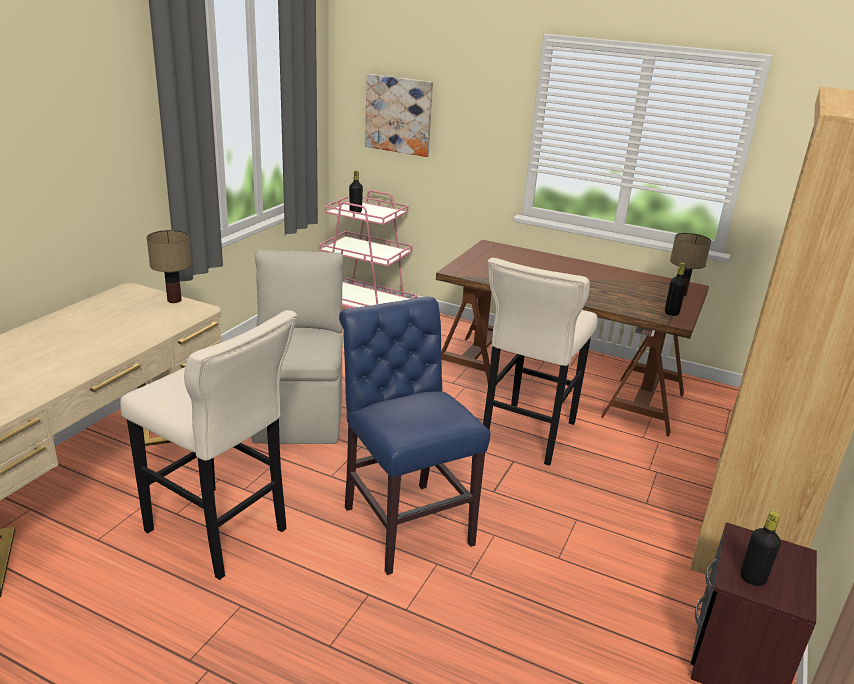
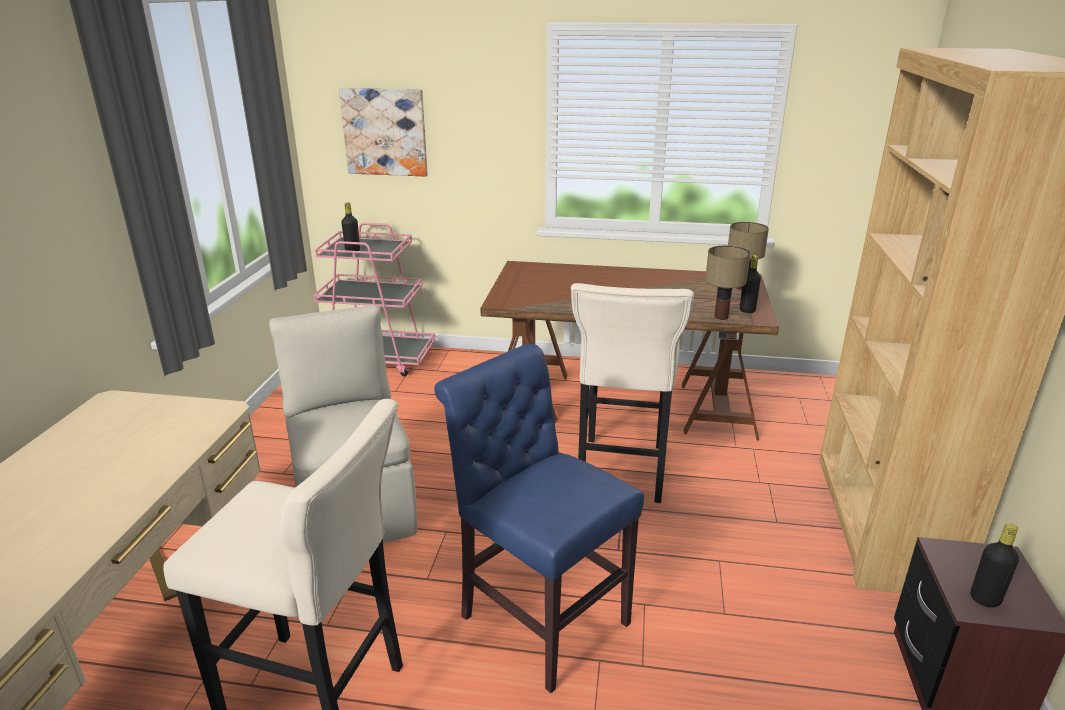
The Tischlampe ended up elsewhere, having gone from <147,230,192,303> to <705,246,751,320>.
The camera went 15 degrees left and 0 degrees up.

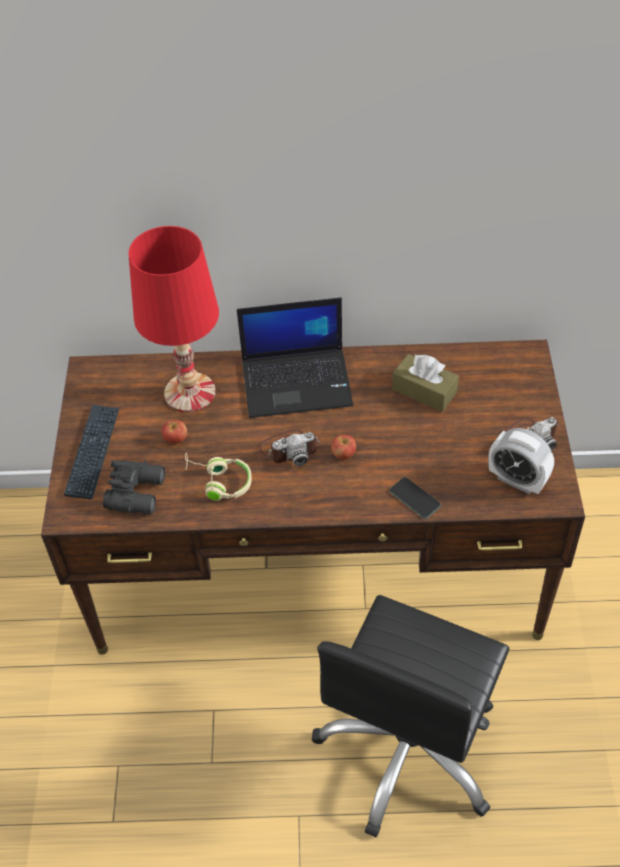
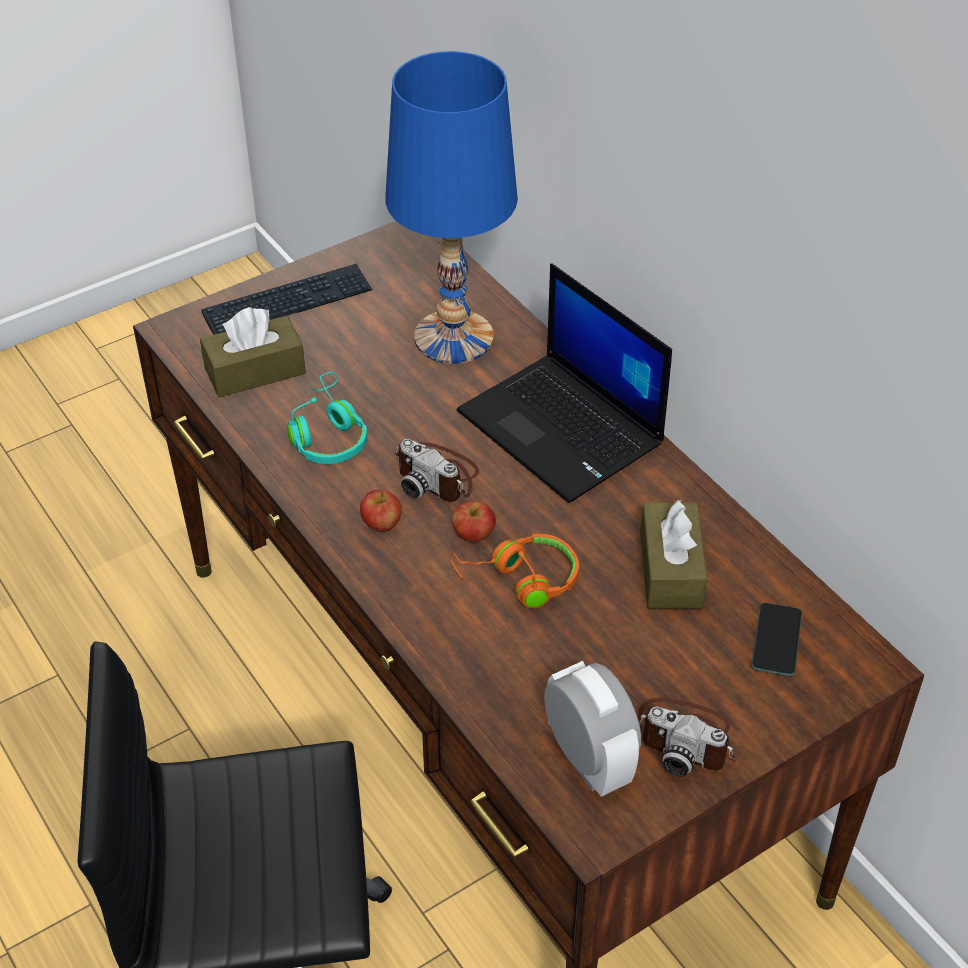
Where the Fernglas/schwarz stood at <103,460,165,515>, the Taschentuchbox/braun came to stand at <200,307,306,398>.
What was the Kopfhörer/beige at <185,453,252,501> turned into the Kopfhörer/türkis at <287,372,367,464>.
The Apfel ended up elsewhere, having gone from <161,420,187,443> to <360,490,402,532>.
What was the Tischlampe/rot at <129,226,219,412> turned into the Tischlampe/blau at <385,51,518,364>.
The second view gained the Kopfhörer/orange at <451,534,579,608>.
The Wecker at <488,428,554,494> ended up facing another way, 150 degrees clockwise from before.
The Handy ended up elsewhere, having gone from <389,477,441,519> to <751,603,802,677>.
The camera went 55 degrees right and 5 degrees down.

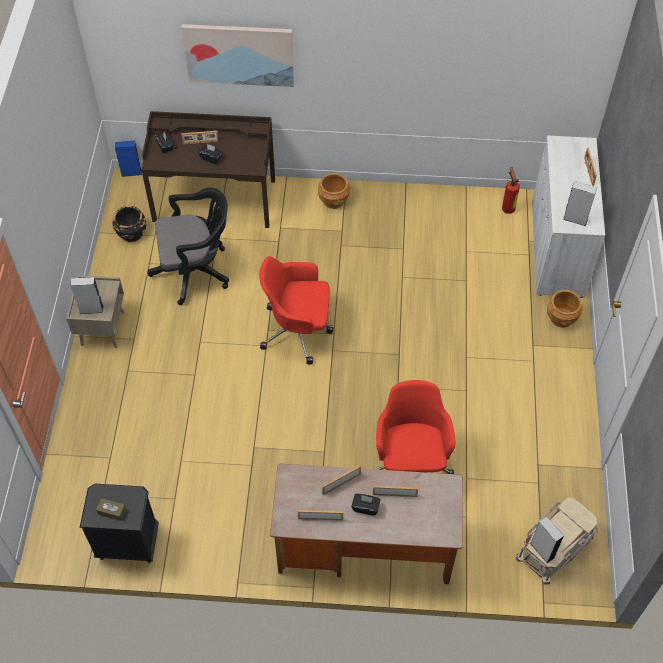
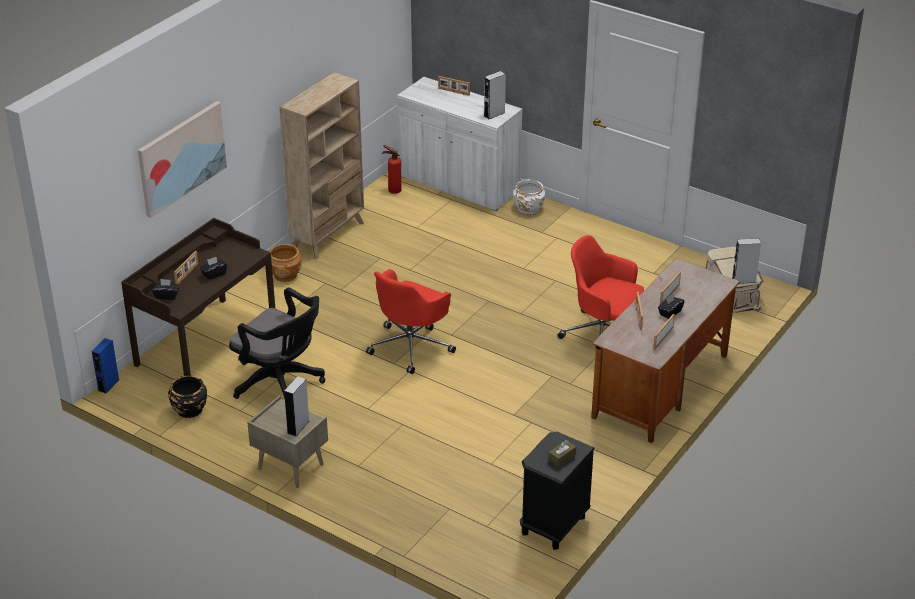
The Bürostuhl/schwarz at <148,187,229,305> ended up facing another way, 105 degrees clockwise from before.
The second view gained the Bücherregal/beige at <280,72,364,259>.
What was the Pflanzkübel/braun at <547,290,583,328> turned into the Pflanzkübel/weiß at <513,179,545,215>.
The camera went 60 degrees left and 20 degrees down.

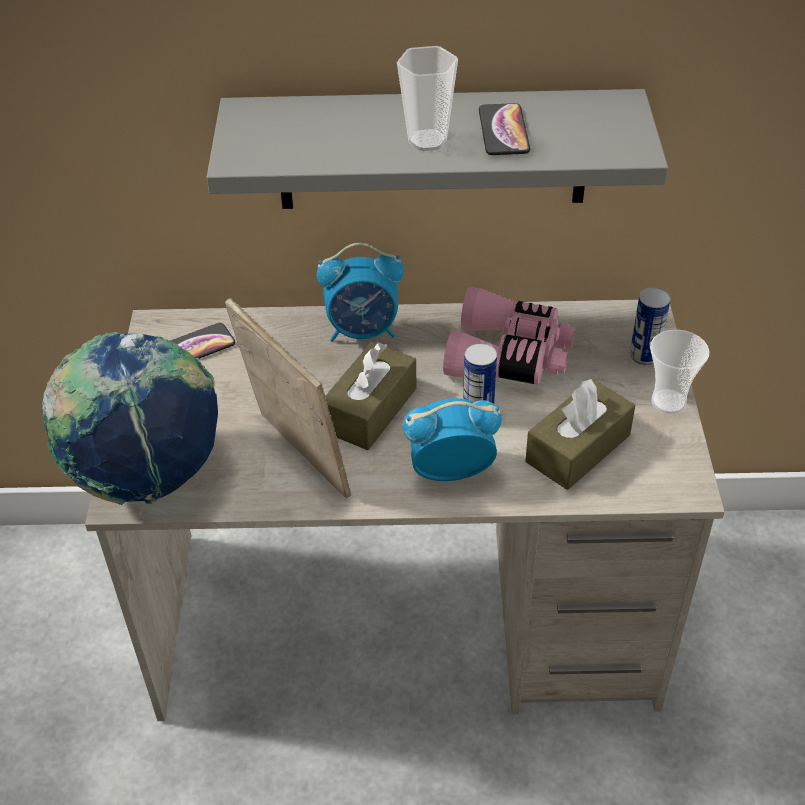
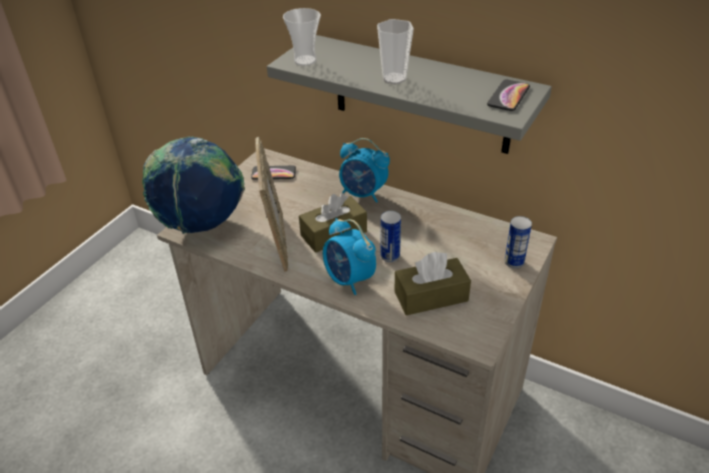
The Tasse ended up elsewhere, having gone from <650,330,709,414> to <283,8,321,66>.
The Wecker at <403,398,502,481> ended up facing another way, 150 degrees counterclockwise from before.
The Handy ended up elsewhere, having gone from <479,103,530,155> to <487,79,530,111>.
The second view lost the Fernglas/rosa at <443,287,575,385>.
The camera went 30 degrees right and 5 degrees down.

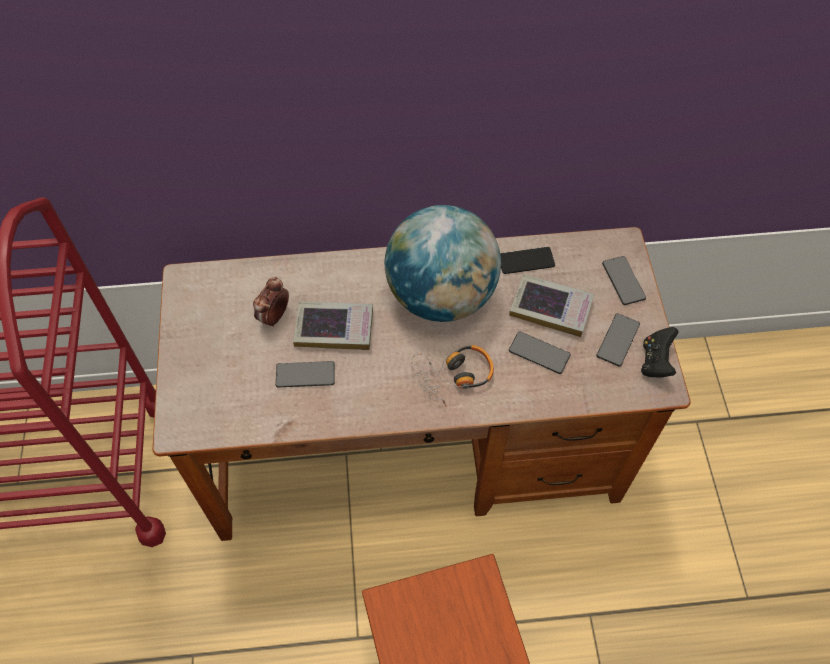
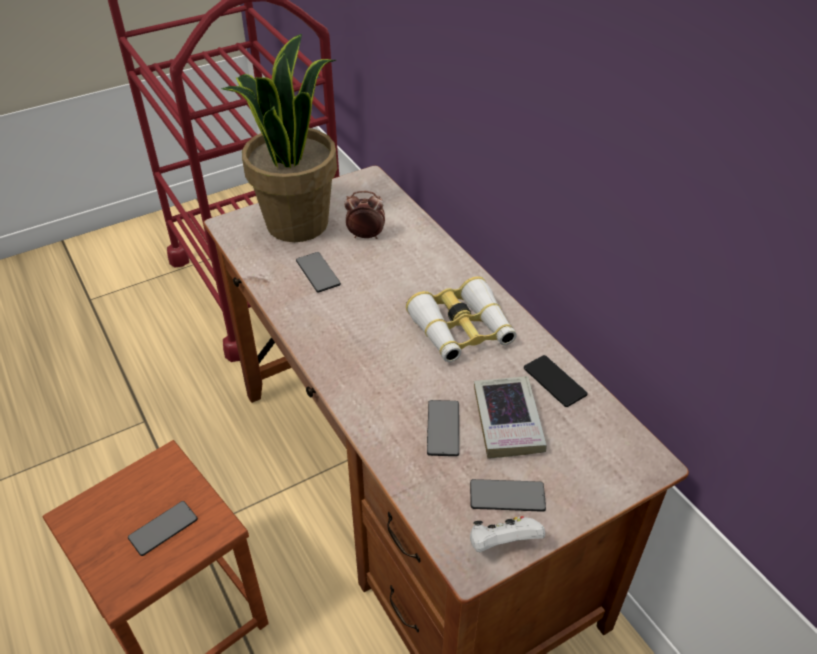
The Handy ended up elsewhere, having gone from <602,256,646,305> to <128,501,198,556>.
The second view gained the Topfpflanze at <221,34,337,242>.
Where the Globus stood at <384,205,501,322>, the Fernglas came to stand at <406,276,517,362>.
What was the Gamepad/schwarz at <641,327,678,378> turned into the Gamepad/weiß at <470,516,545,552>.
The second view lost the Buch at <293,301,373,350>.
The second view lost the Kopfhörer at <411,345,494,407>.
The camera went 65 degrees right and 15 degrees down.

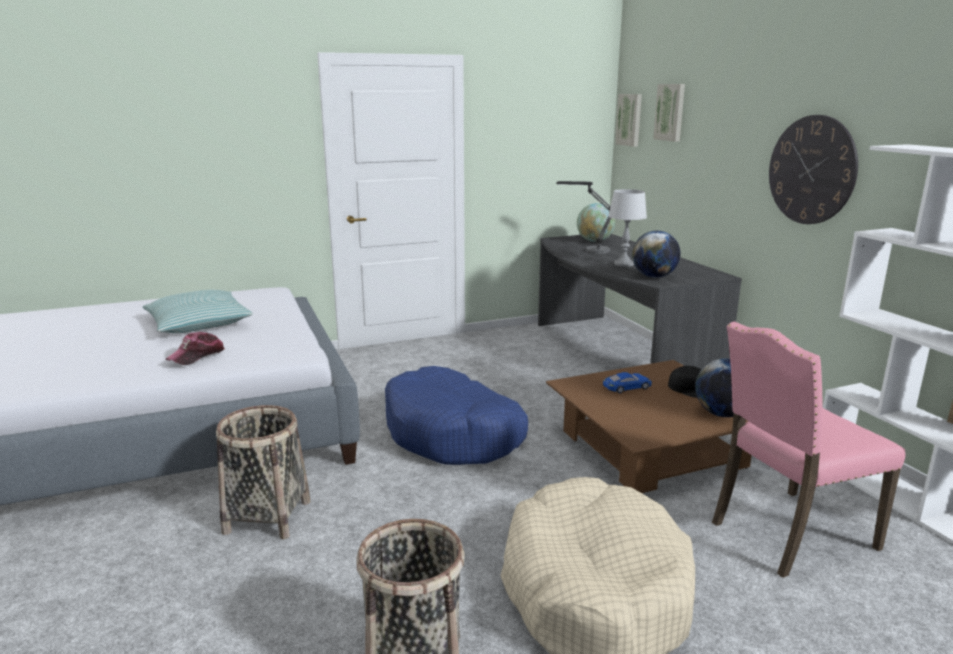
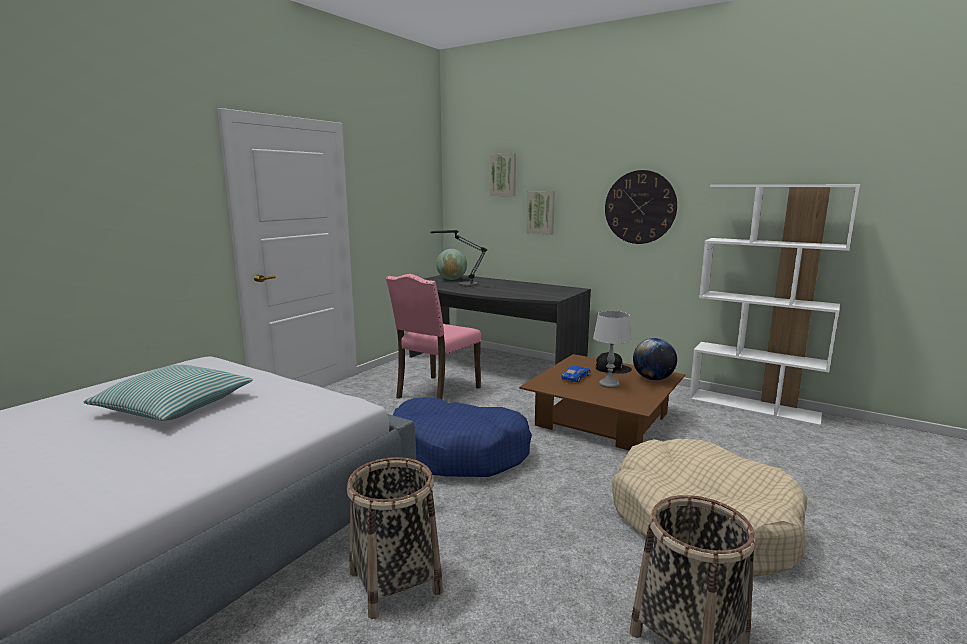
The Stuhl/rosa ended up elsewhere, having gone from <712,322,905,578> to <386,274,481,399>.
The Bild ended up elsewhere, having gone from <615,94,642,147> to <527,191,555,235>.
The Tischlampe/grau ended up elsewhere, having gone from <608,189,647,267> to <593,311,632,388>.
The second view lost the Kappe at <166,332,225,365>.
The second view lost the Globus at <632,231,680,278>.
The camera went 35 degrees left and 5 degrees down.

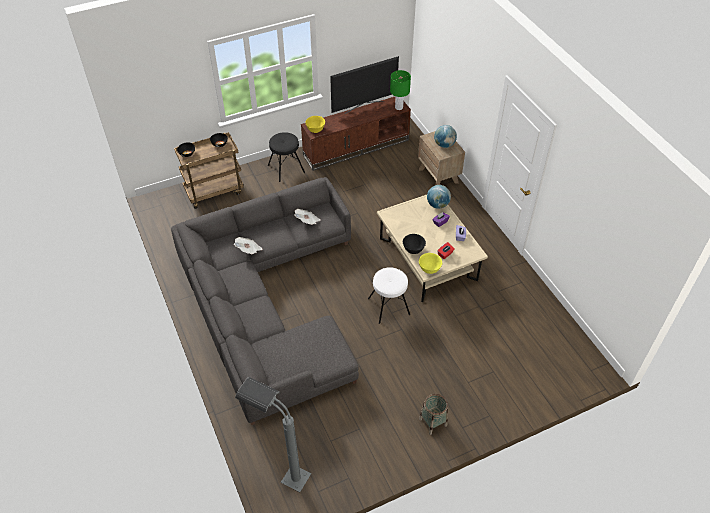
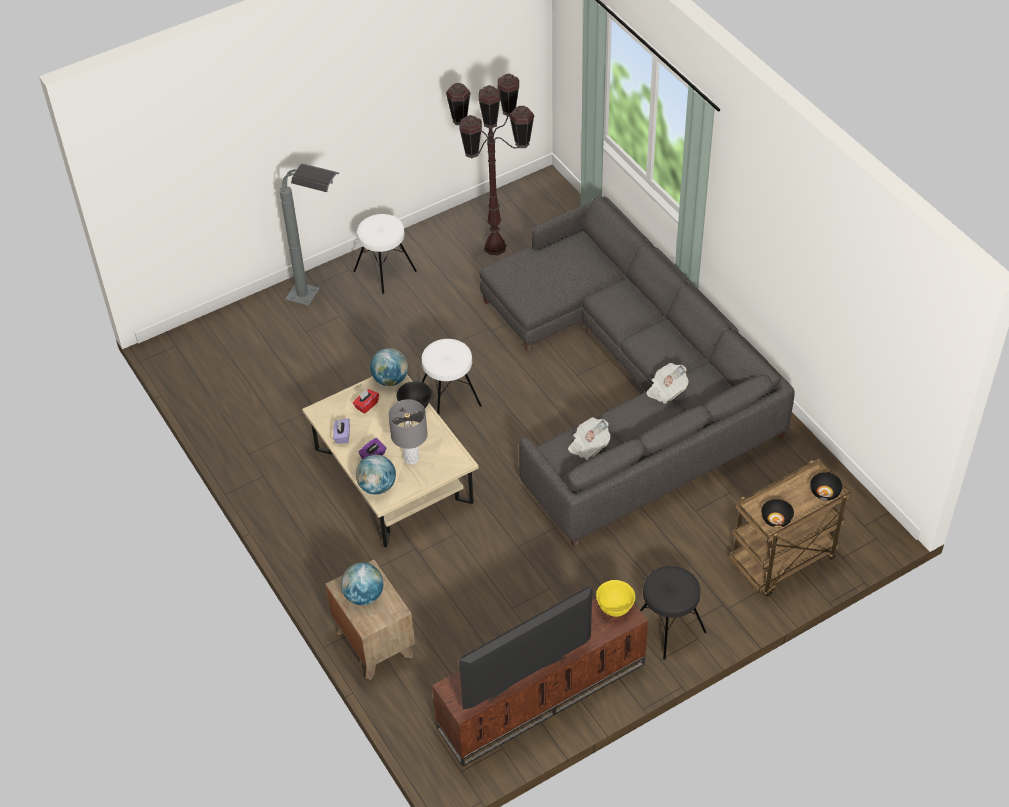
The Stehlampe/grau ended up elsewhere, having gone from <235,377,311,492> to <280,163,339,306>.
Where the Korb stood at <419,394,448,435>, the Hocker/weiß came to stand at <353,214,417,294>.
Where the Schüssel/gelb stood at <419,253,442,274>, the Globus came to stand at <370,348,408,386>.
The second view gained the Tischlampe/grau at <388,399,428,464>.
The second view gained the Stehlampe/braun at <446,73,535,255>.
The second view lost the Tischlampe/grün at <390,70,411,110>.
The camera went 175 degrees right and 0 degrees up.

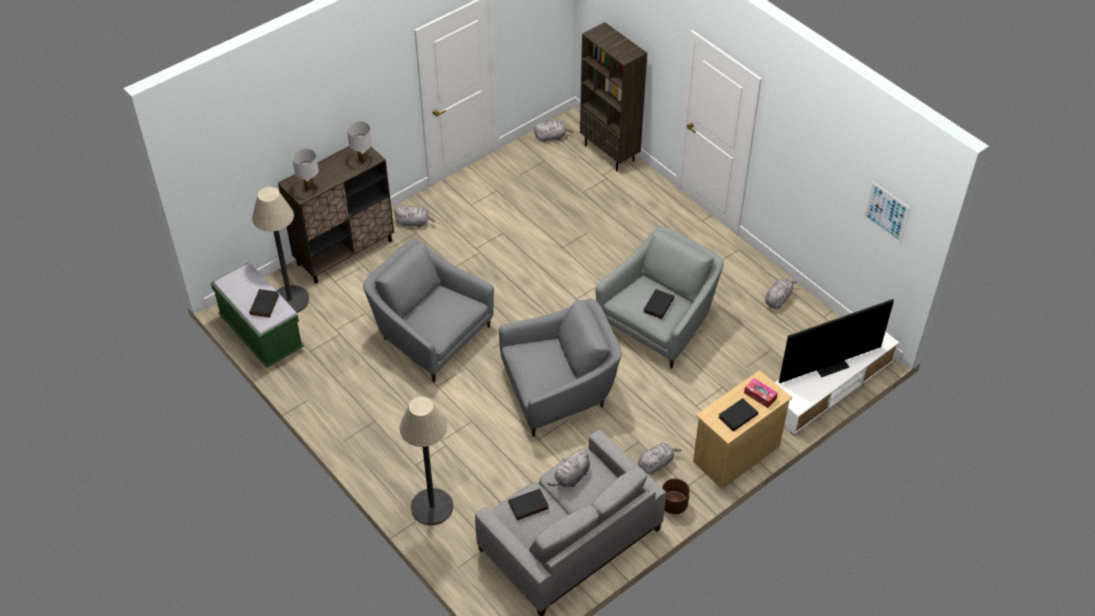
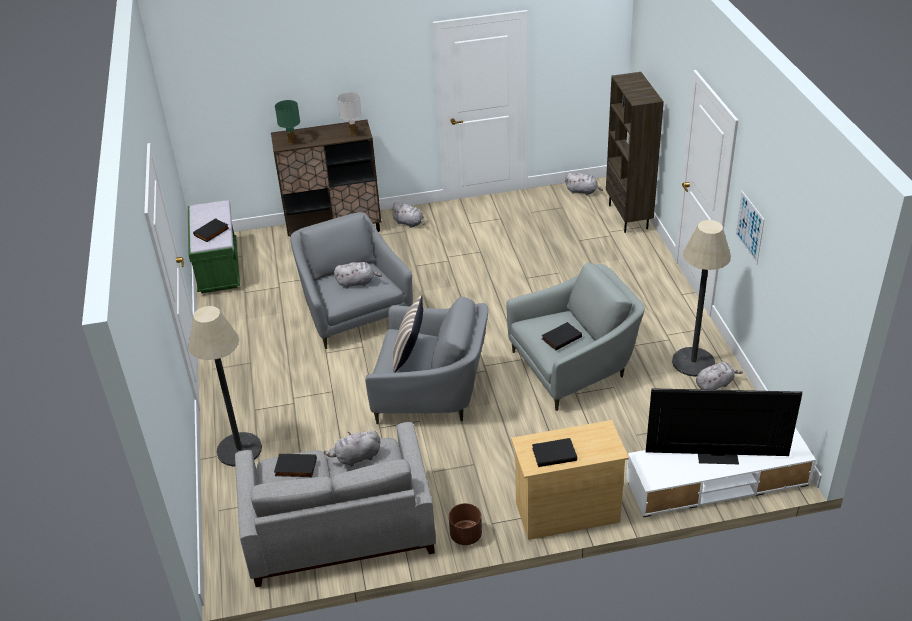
What was the Tischlampe/weiß at <292,148,319,191> turned into the Tischlampe/grün at <275,100,300,144>.
The Plüschtier/grau ended up elsewhere, having gone from <638,443,682,474> to <334,262,382,289>.
The second view gained the Kissen at <393,295,423,373>.
The Stehlampe ended up elsewhere, having gone from <252,187,309,313> to <672,220,731,377>.
The Bild ended up elsewhere, having gone from <863,181,911,244> to <735,191,765,265>.
The second view lost the Taschentuchbox at <744,378,778,408>.
The camera went 30 degrees right and 10 degrees down.

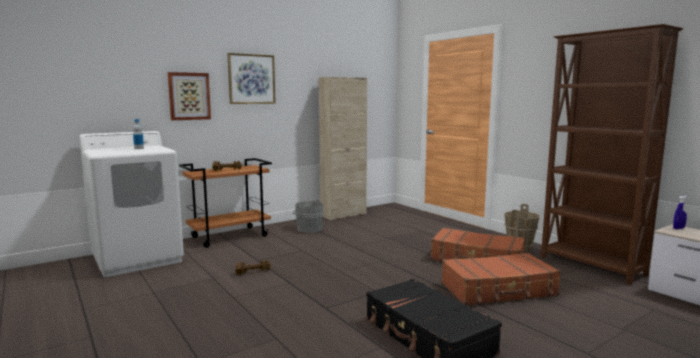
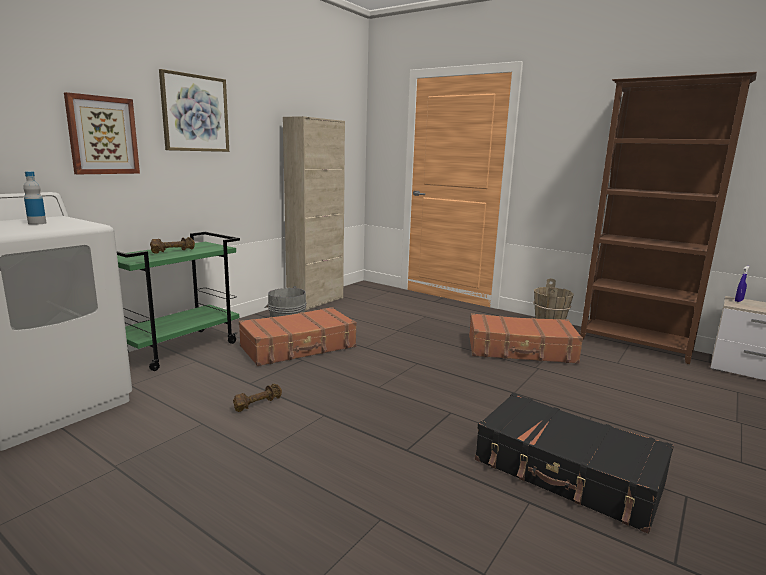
What was the Rollwagen/braun at <179,158,272,248> turned into the Rollwagen/grün at <117,232,240,371>.
The Koffer/braun ended up elsewhere, having gone from <441,253,561,305> to <239,307,357,366>.
The camera went 20 degrees left and 5 degrees up.

